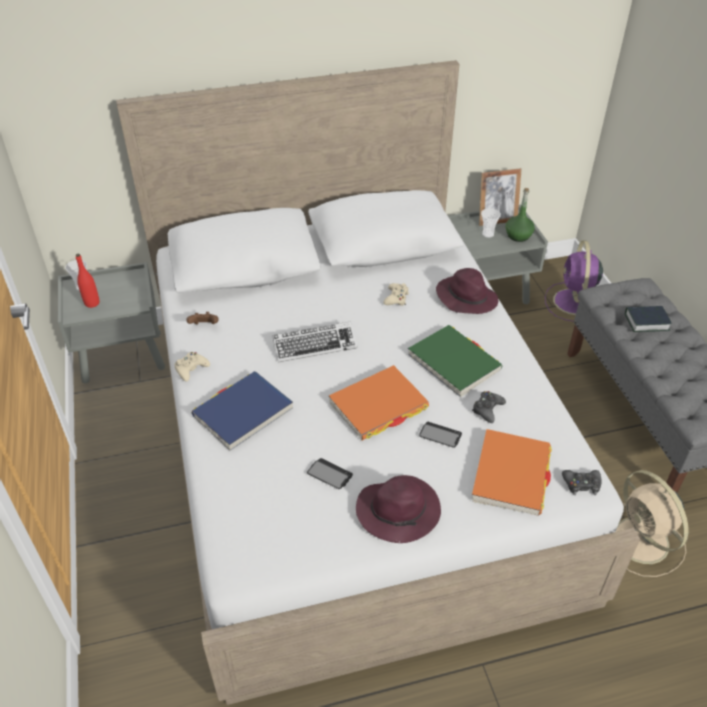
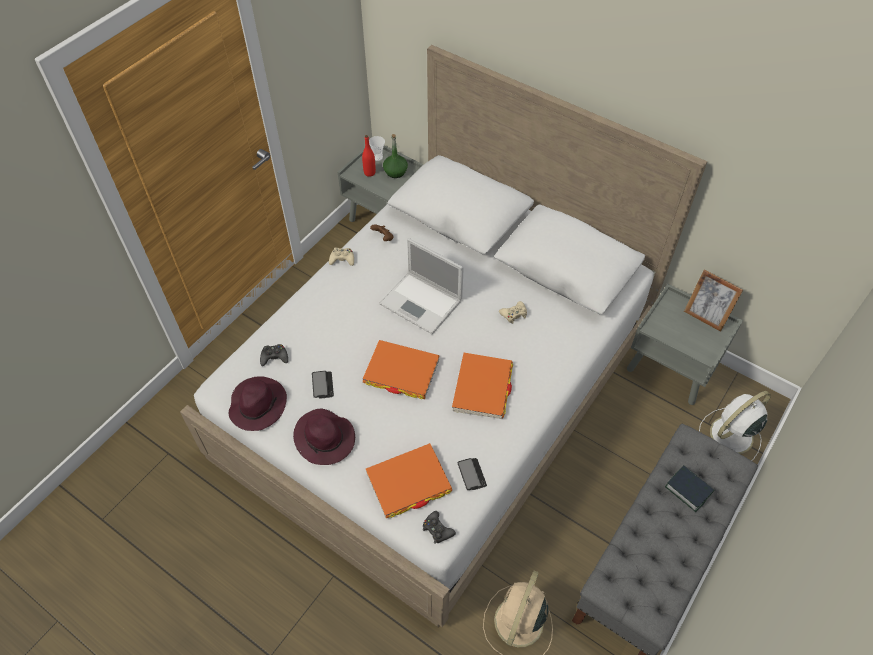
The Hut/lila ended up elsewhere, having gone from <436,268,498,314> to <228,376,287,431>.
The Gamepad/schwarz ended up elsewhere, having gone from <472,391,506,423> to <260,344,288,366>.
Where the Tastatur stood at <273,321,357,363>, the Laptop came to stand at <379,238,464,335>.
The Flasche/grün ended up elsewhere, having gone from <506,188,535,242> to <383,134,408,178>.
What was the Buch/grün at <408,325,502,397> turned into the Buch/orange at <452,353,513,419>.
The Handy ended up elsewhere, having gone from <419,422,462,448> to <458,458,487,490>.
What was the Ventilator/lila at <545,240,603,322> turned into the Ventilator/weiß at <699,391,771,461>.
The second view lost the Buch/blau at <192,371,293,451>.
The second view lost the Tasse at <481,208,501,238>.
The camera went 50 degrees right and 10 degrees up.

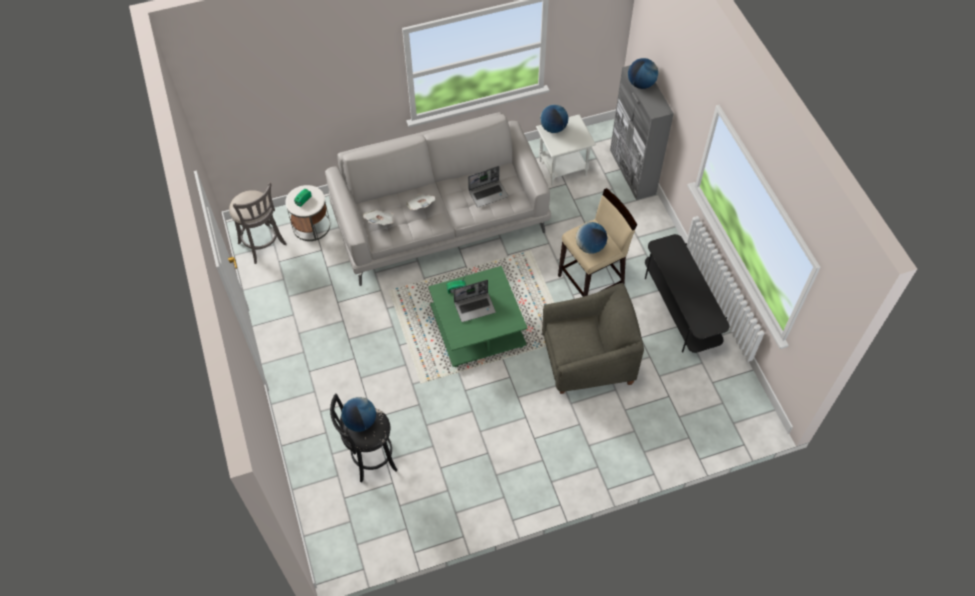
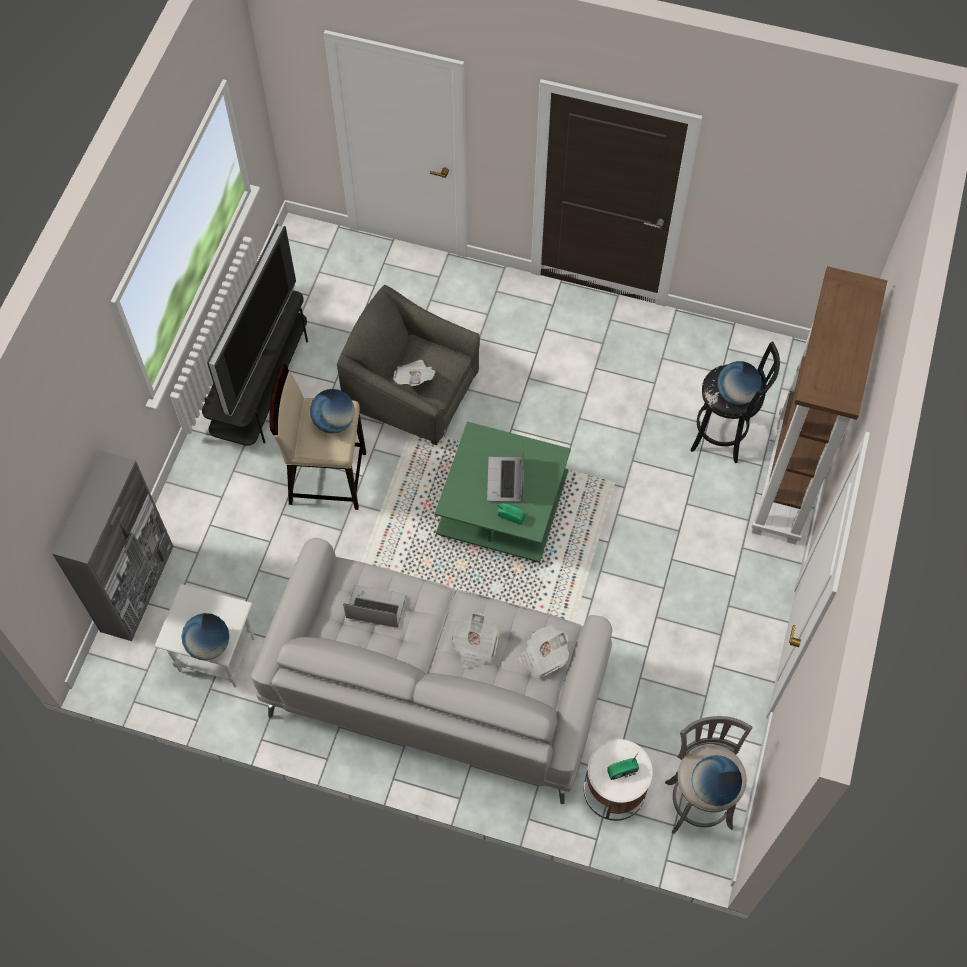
The second view gained the Fernseher at <207,224,296,416>.
The second view gained the Zeitung at <393,360,436,386>.
The Laptop at <453,280,496,322> ended up facing another way, 105 degrees counterclockwise from before.
The Globus ended up elsewhere, having gone from <628,58,658,89> to <691,755,742,806>.
The second view gained the Bücherregal/braun at <751,266,887,544>.
The camera went 145 degrees left and 5 degrees up.

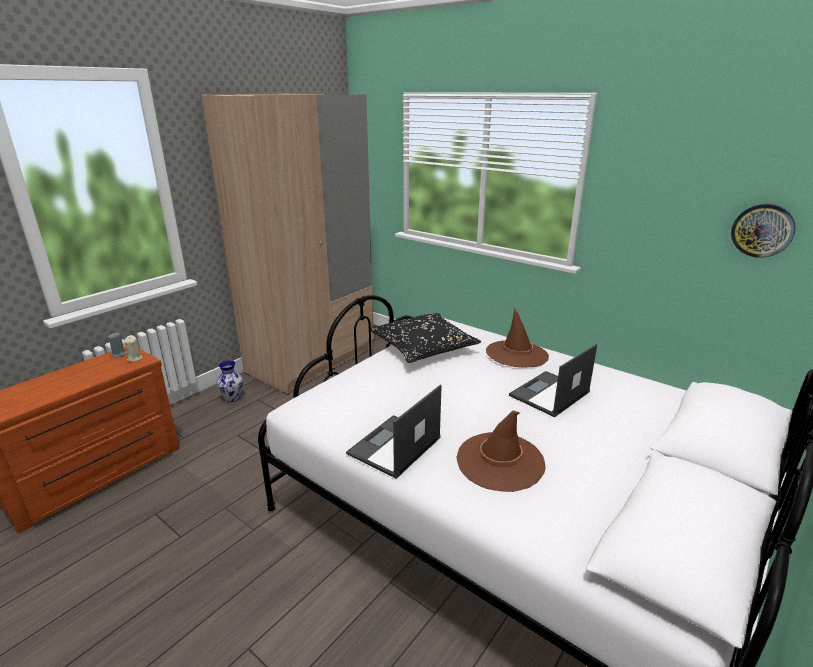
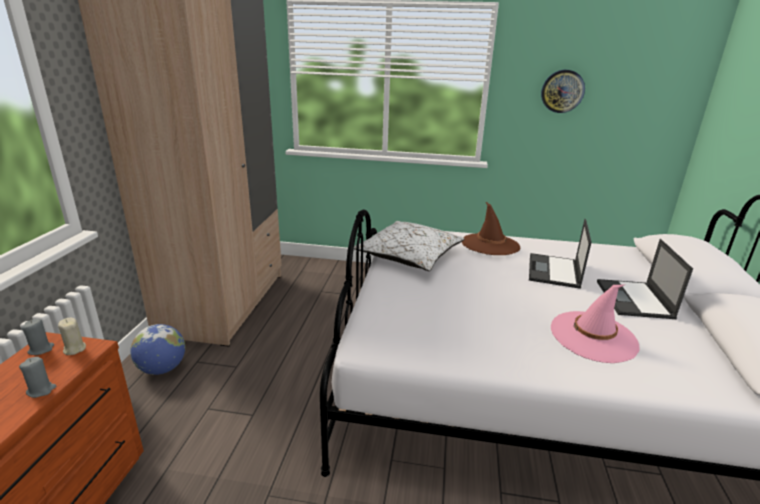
The second view gained the Kerze/grau at <19,357,56,398>.
Where the Vase stood at <217,360,243,402>, the Globus came to stand at <131,324,185,375>.
What was the Kissen/schwarz at <371,313,481,363> turned into the Kissen/weiß at <354,221,465,271>.
The Wanduhr ended up elsewhere, having gone from <731,204,795,258> to <541,70,585,113>.
What was the Hut/braun at <456,411,546,492> turned into the Hut/rosa at <551,285,640,363>.
The Laptop ended up elsewhere, having gone from <346,384,442,479> to <597,239,693,319>.
The camera went 30 degrees left and 0 degrees up.

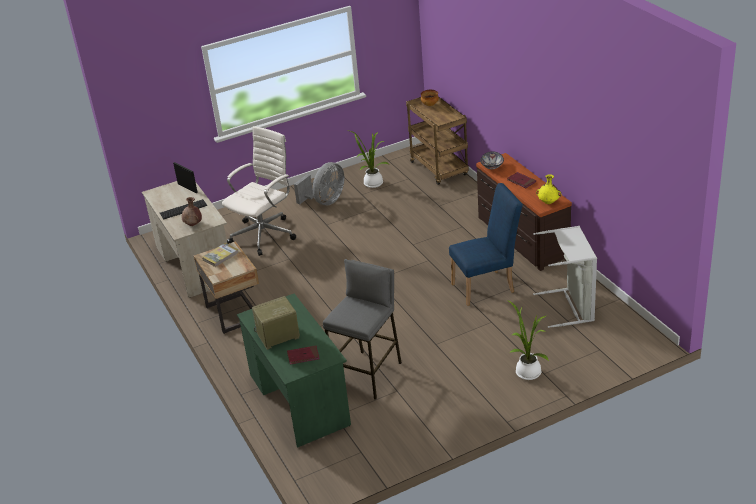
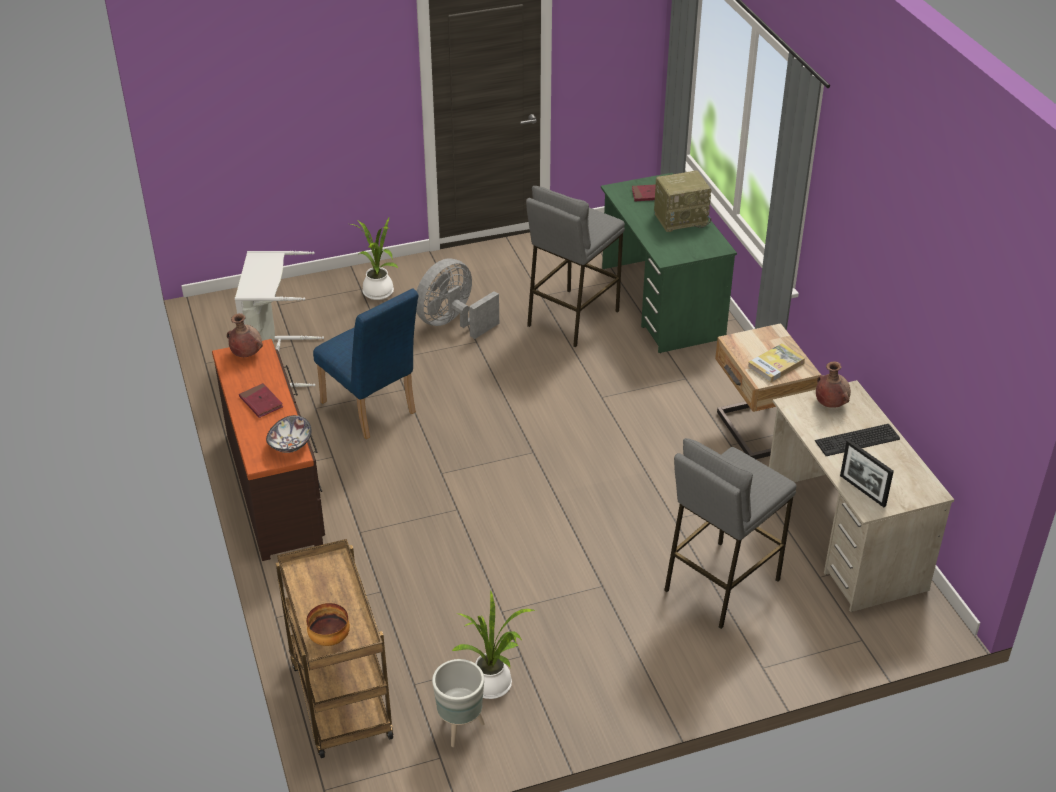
What was the Vase/gelb at <536,175,561,204> turned into the Vase/braun at <227,313,263,357>.
The Stuhl/blau at <449,183,523,306> ended up facing another way, 120 degrees counterclockwise from before.
The Ventilator/grau ended up elsewhere, having gone from <294,162,344,205> to <416,258,499,339>.
The second view gained the Pflanzkübel/grau at <432,659,485,747>.
Where the Bürostuhl/weiß stood at <222,126,296,256>, the Hocker/grau came to stand at <664,438,796,629>.
The camera went 175 degrees left and 5 degrees up.

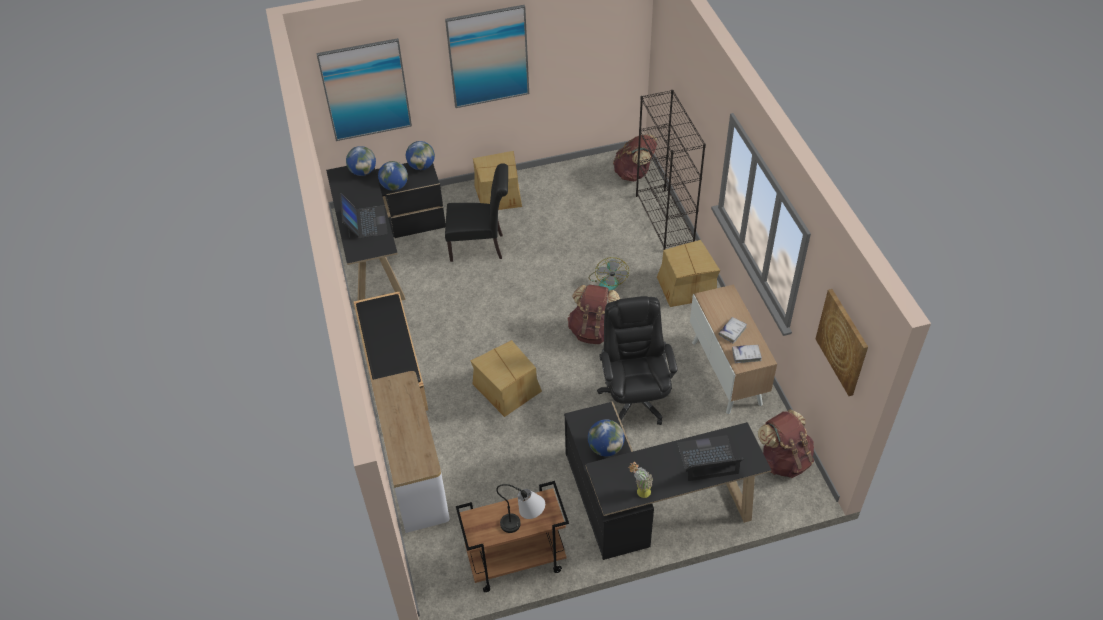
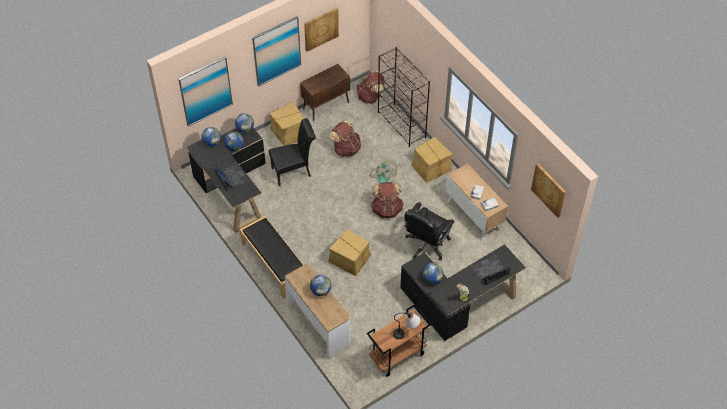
The second view gained the Schrank/braun at <300,64,350,121>.
The second view gained the Bild at <304,8,339,52>.
The second view gained the Globus at <310,275,331,296>.
The Rucksack/braun ended up elsewhere, having gone from <758,409,814,478> to <329,121,361,157>.
The Bürostuhl/schwarz at <597,296,678,425> ended up facing another way, 120 degrees counterclockwise from before.
The camera went 20 degrees left and 5 degrees up.

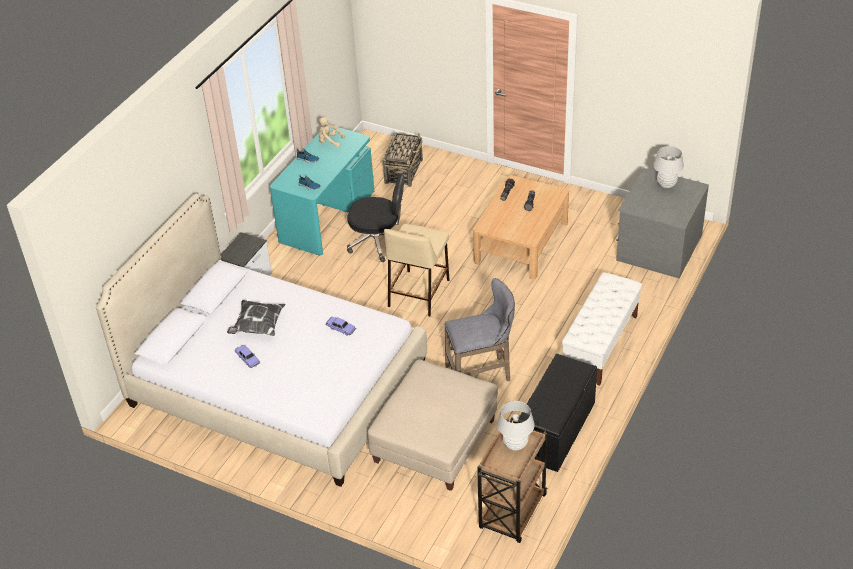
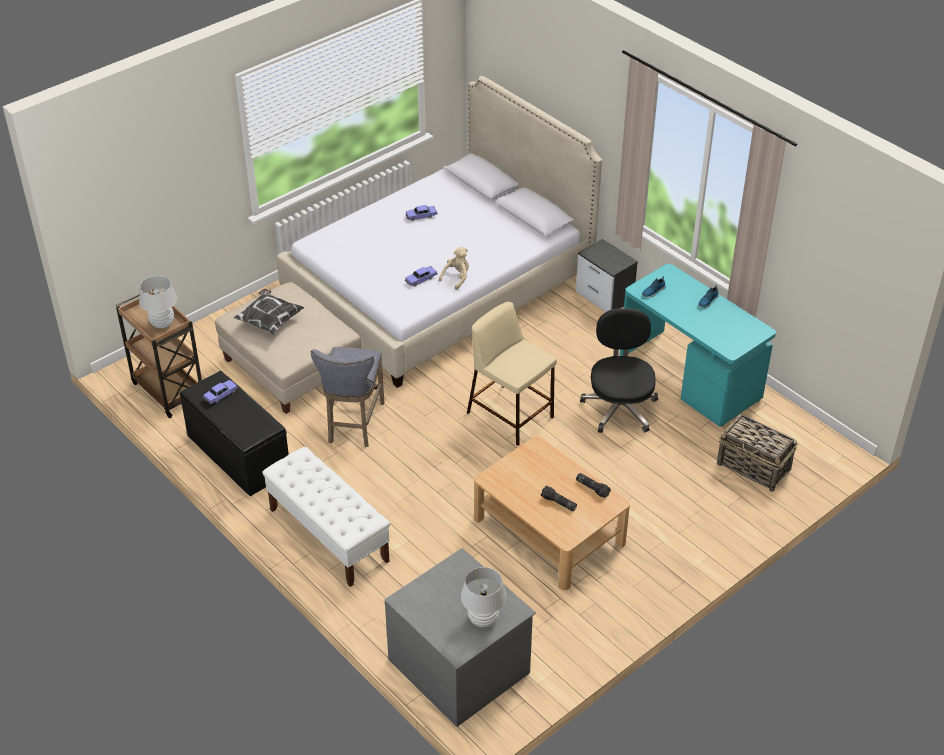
The second view gained the Spielzeugauto at <202,380,238,404>.
The Kissen ended up elsewhere, having gone from <227,300,286,336> to <233,289,305,335>.
The Plüschtier/beige ended up elsewhere, having gone from <318,117,345,148> to <439,247,469,290>.
The Bürostuhl/schwarz at <347,174,404,262> ended up facing another way, 150 degrees clockwise from before.
The camera went 110 degrees right and 0 degrees up.

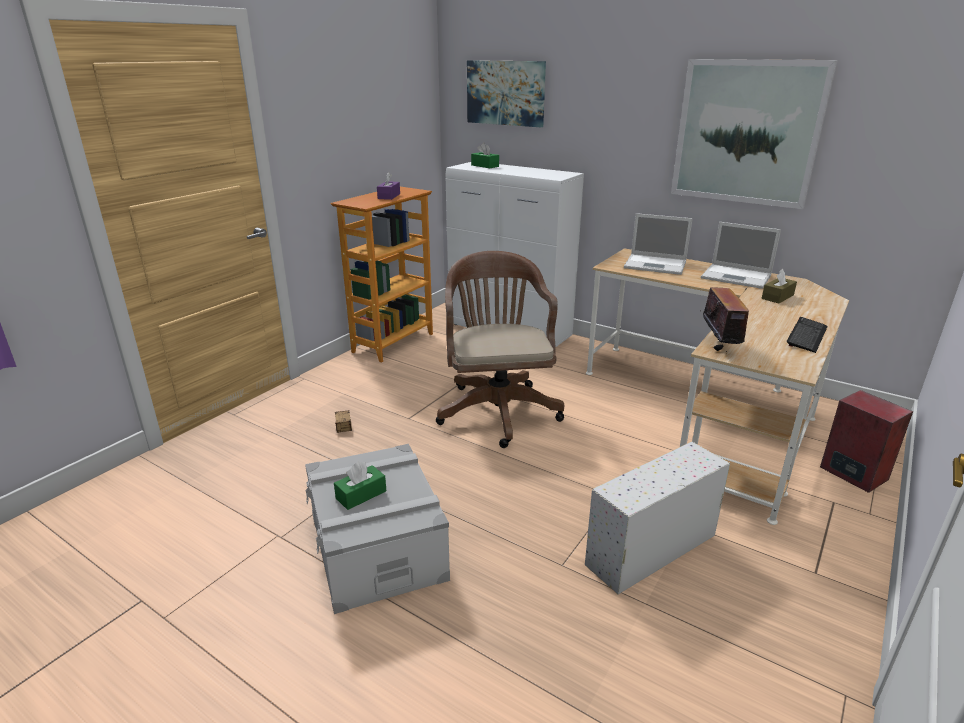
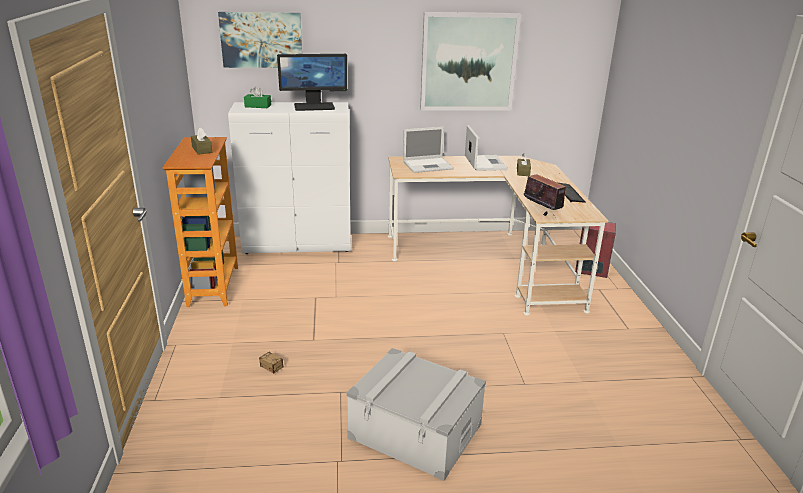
What was the Taschentuchbox/lila at <377,172,400,200> turned into the Taschentuchbox/braun at <191,127,212,155>.
The second view gained the Monitor at <277,54,347,111>.
The Laptop at <701,222,781,289> ended up facing another way, 90 degrees counterclockwise from before.
The second view lost the Taschentuchbox/grün at <334,462,386,510>.
The second view lost the Bürostuhl/braun at <436,251,564,448>.
The second view lost the Aufbewahrungsbox/weiß at <585,442,730,595>.
The camera went 40 degrees left and 0 degrees up.

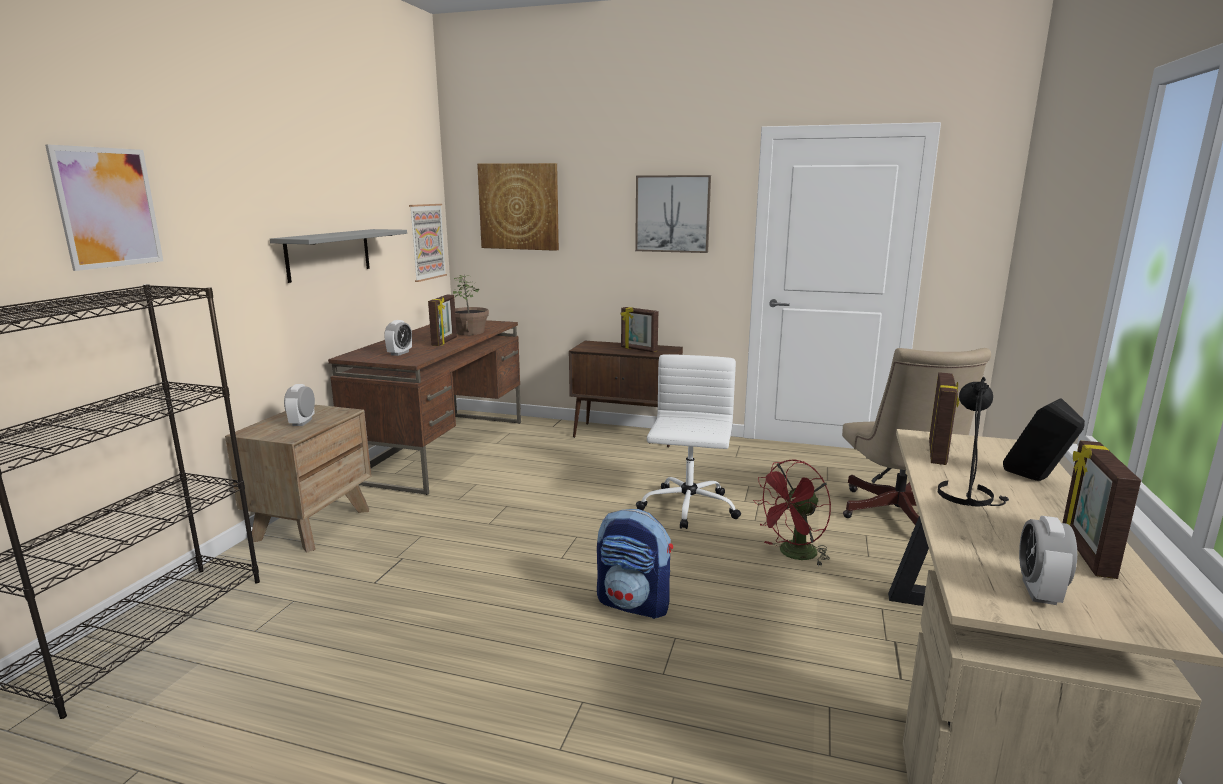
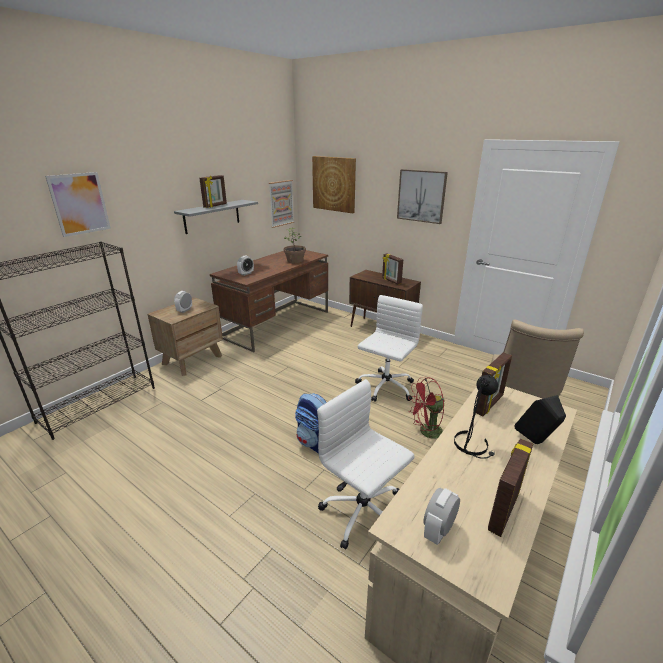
The Bilderrahmen ended up elsewhere, having gone from <428,295,457,346> to <199,175,227,208>.
The second view gained the Bürostuhl/weiß at <317,379,414,550>.
The camera went 20 degrees right and 10 degrees up.

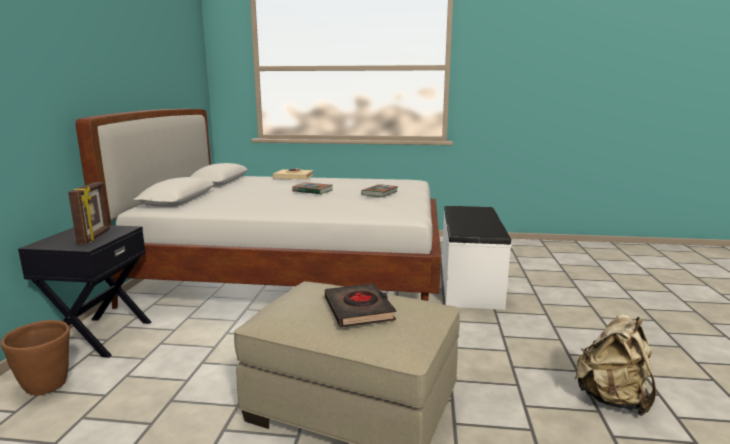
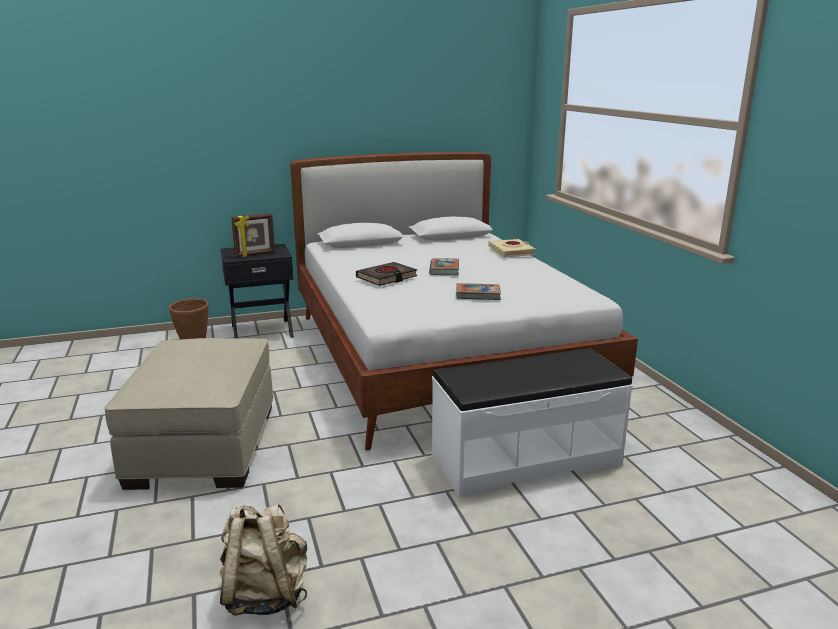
The Buch/schwarz ended up elsewhere, having gone from <325,283,396,328> to <356,262,417,286>.
The camera went 65 degrees right and 5 degrees up.

